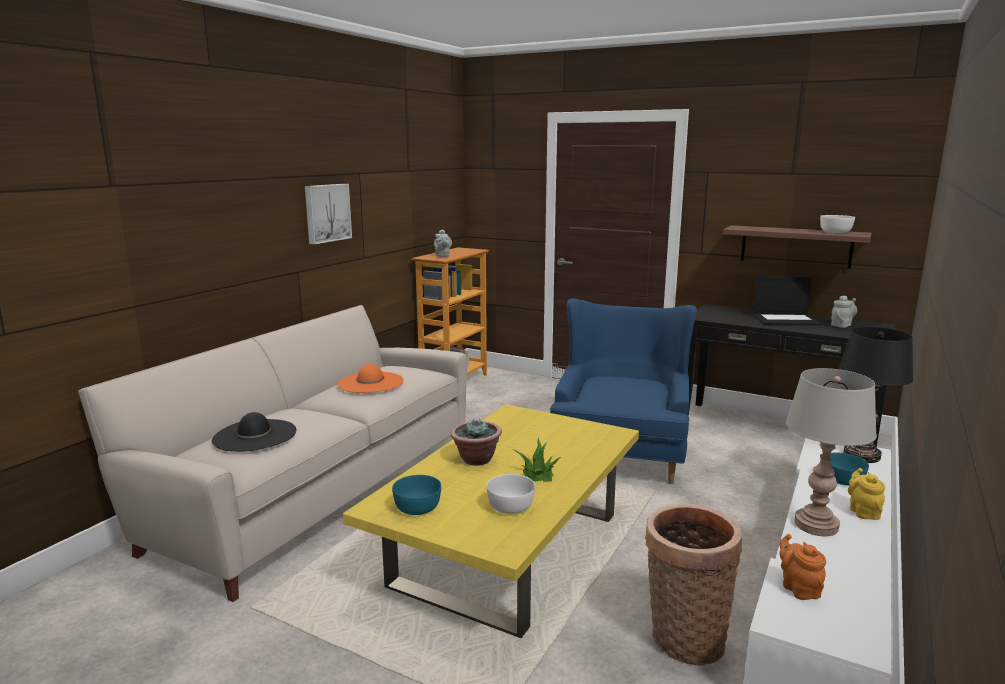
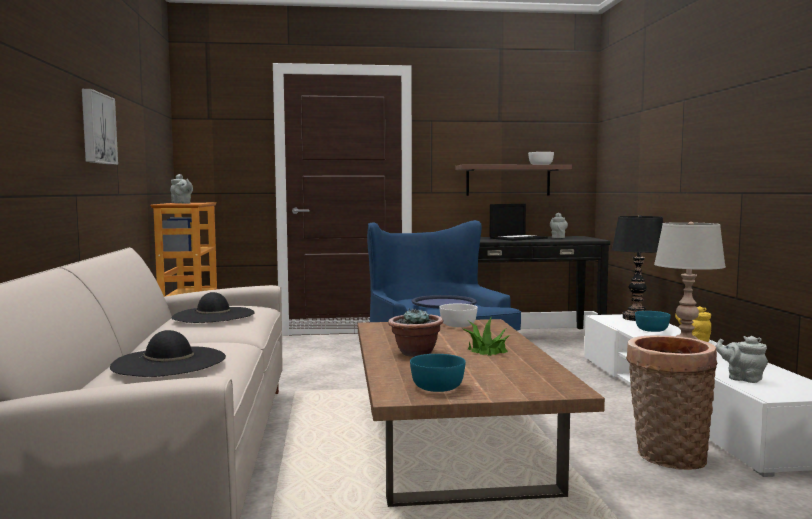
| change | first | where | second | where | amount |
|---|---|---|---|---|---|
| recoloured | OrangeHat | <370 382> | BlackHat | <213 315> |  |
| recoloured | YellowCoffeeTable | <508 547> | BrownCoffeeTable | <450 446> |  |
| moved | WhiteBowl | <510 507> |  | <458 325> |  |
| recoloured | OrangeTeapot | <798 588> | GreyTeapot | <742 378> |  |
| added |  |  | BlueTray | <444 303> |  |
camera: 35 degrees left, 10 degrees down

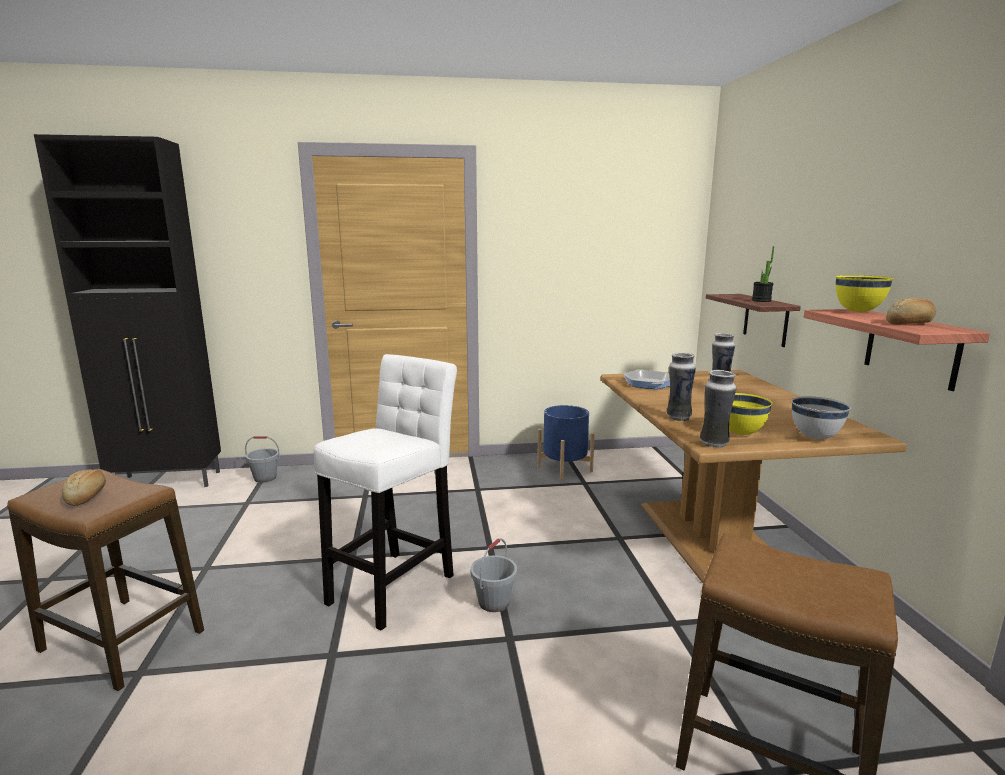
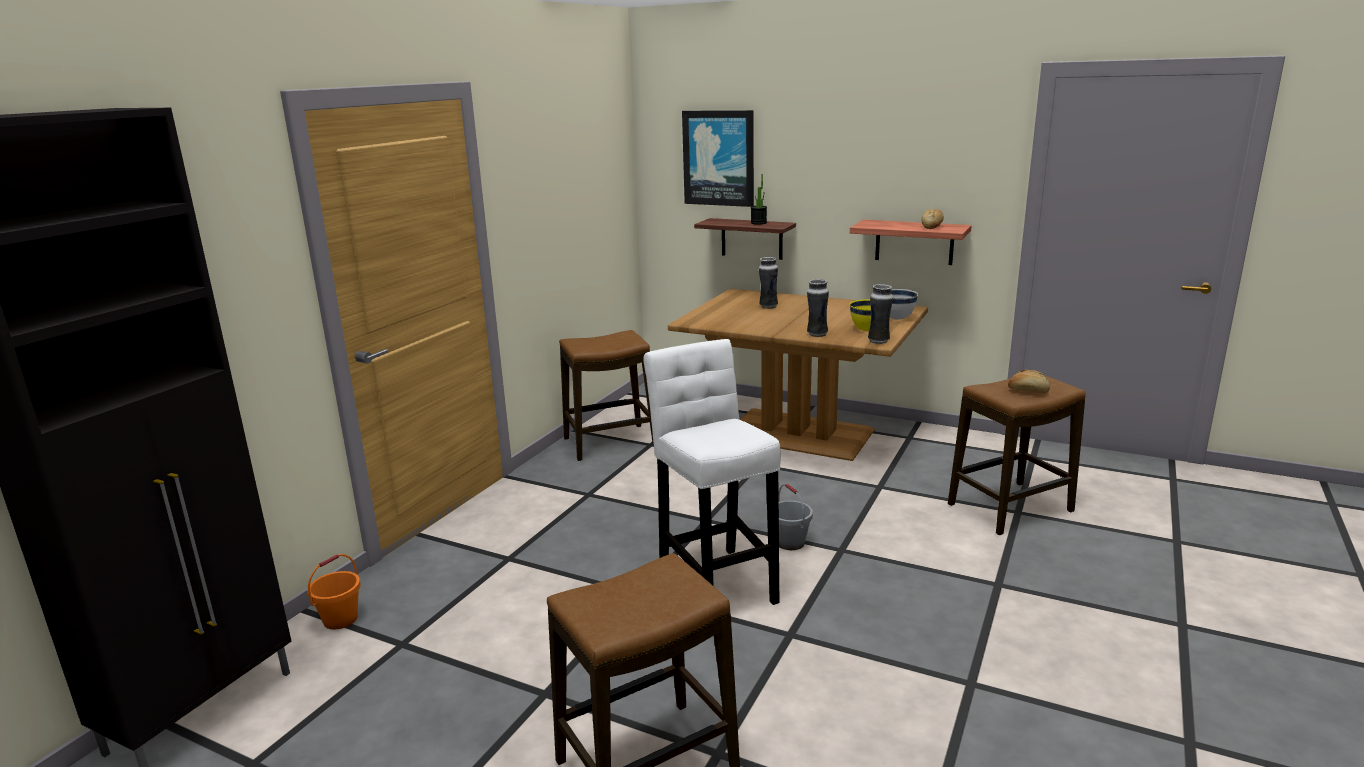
| change | first | where | second | where | amount |
|---|---|---|---|---|---|
| moved | Bread | <87 496> |  | <1028 390> |  |
| recoloured | GreyBucket | <265 478> | OrangeBucket | <340 619> |  |
| replaced | BluePlanter | <564 469> | Stool | <610 442> |  |
| removed | FryingPan | <648 383> |  |  |  |
| removed | YellowBowl | <858 311> |  |  |  |
| added |  |  | Picture | <718 158> |  |
camera: 55 degrees left, 5 degrees up

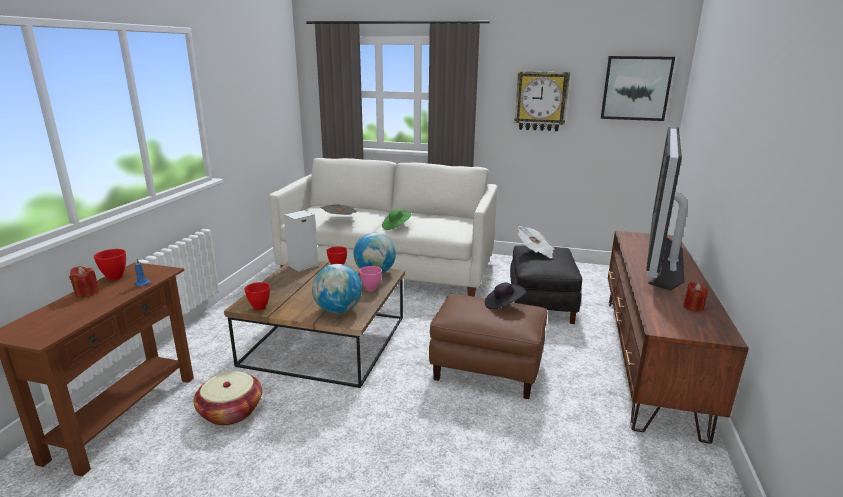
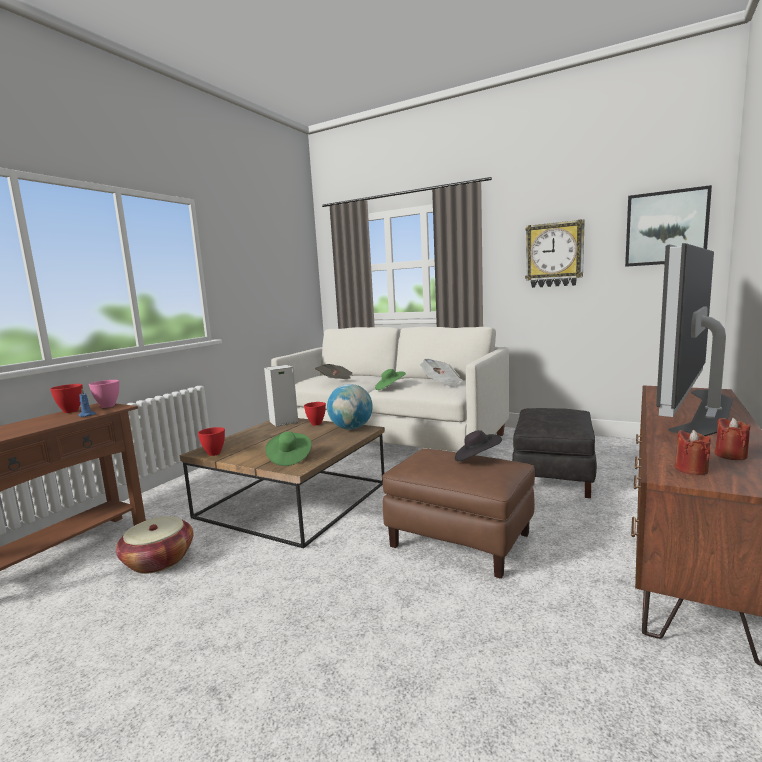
| change | first | where | second | where | amount |
|---|---|---|---|---|---|
| moved | RedCandle | <86 293> |  | <691 469> |  |
| replaced | Globe | <338 310> | GreenHat | <289 458> |  |
| moved | PinkBowl | <371 289> |  | <108 406> |  |
| moved | Newspaper | <535 252> |  | <441 383> |  |
camera: 15 degrees right, 10 degrees down

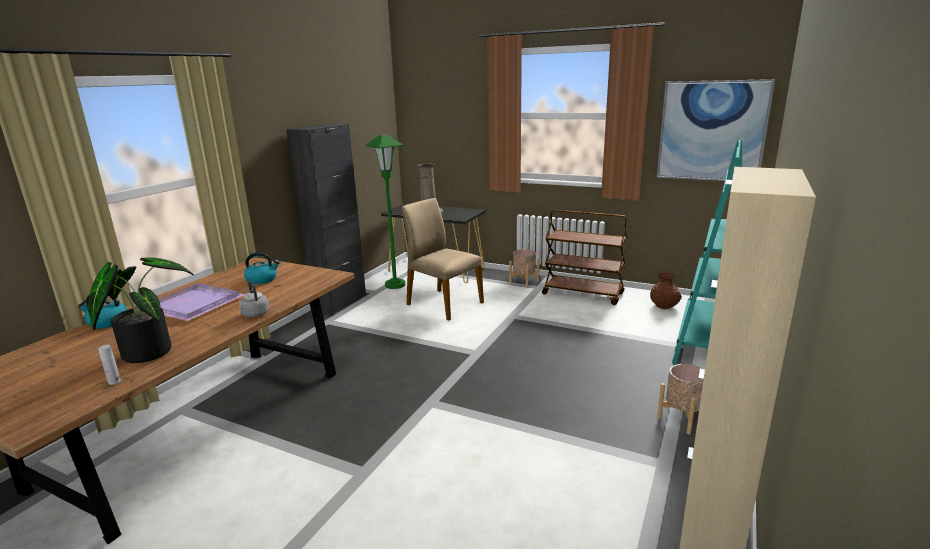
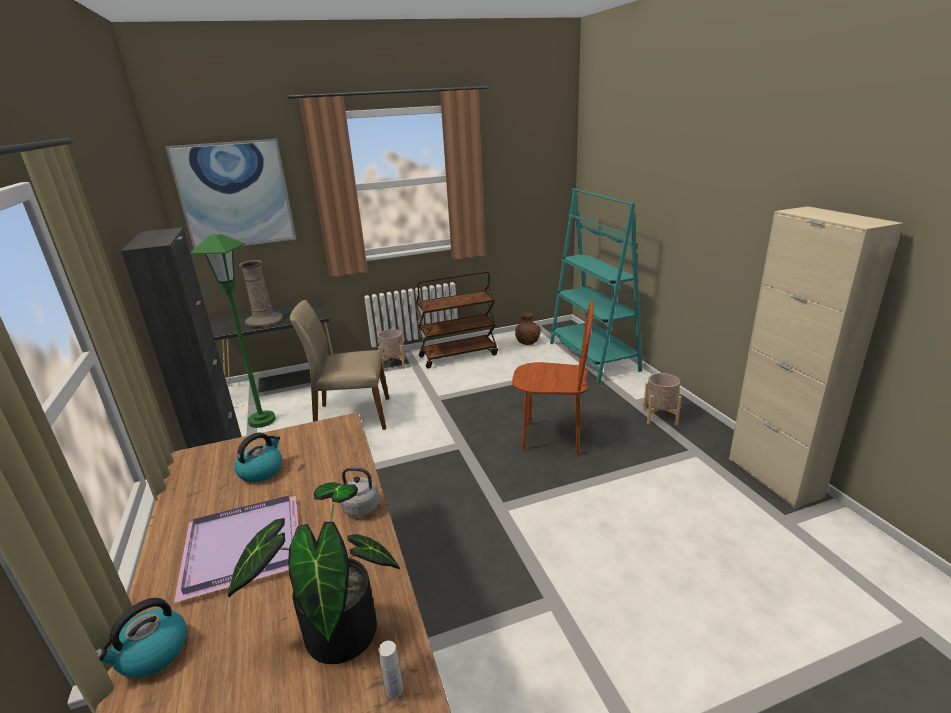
| change | first | where | second | where | amount |
|---|---|---|---|---|---|
| moved | Picture | <711 131> |  | <235 195> |  |
| added |  |  | BrownChair | <552 438> |  |
camera: 45 degrees left, 5 degrees up

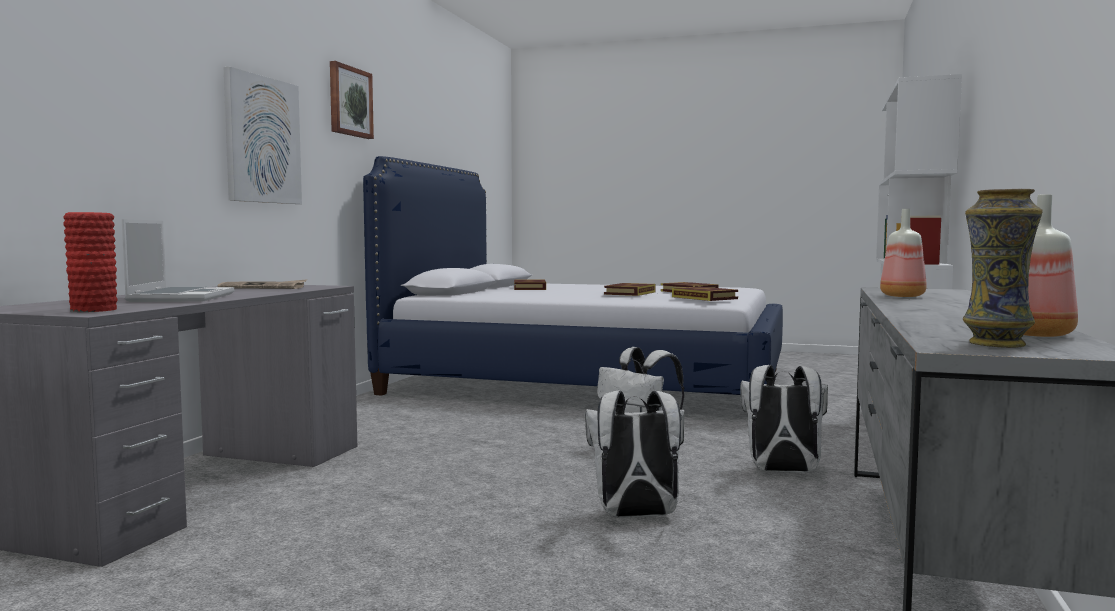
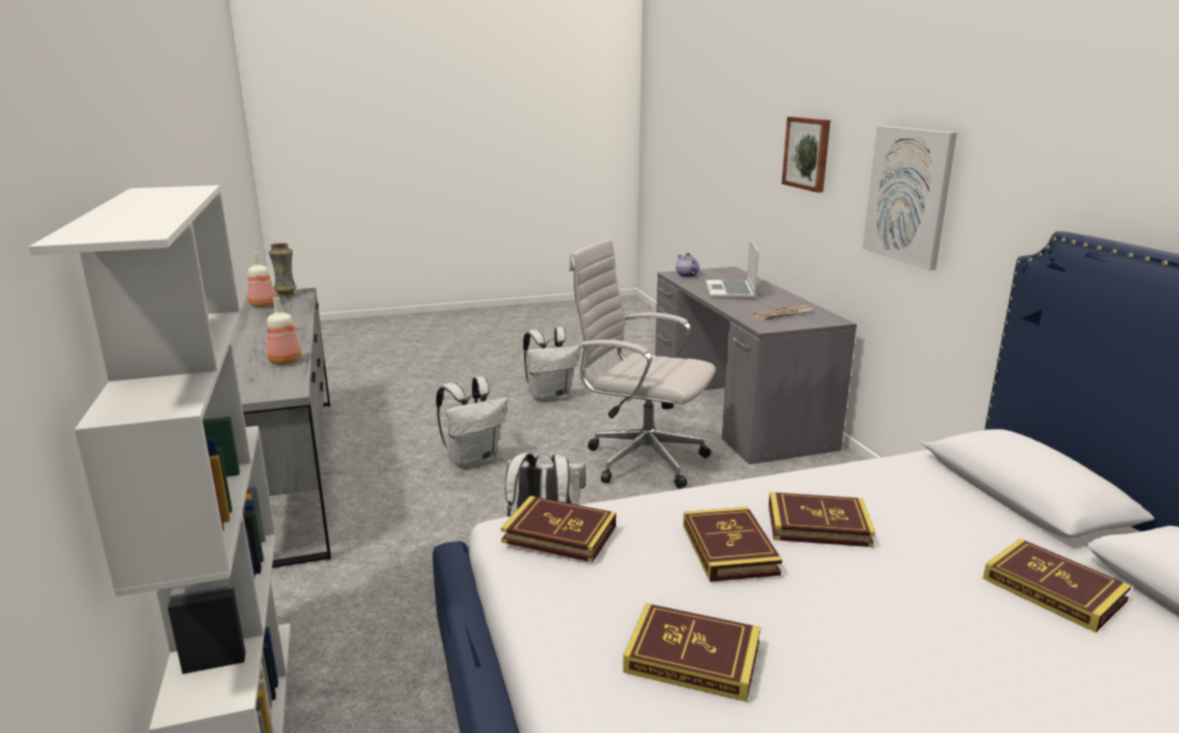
| change | first | where | second | where | amount |
|---|---|---|---|---|---|
| replaced | RedVase | <94 310> | Teapot | <686 275> |  |
| turned | Laptop | <181 297> |  | <731 291> | 45 degrees clockwise |
| moved | Picture | <349 101> |  | <807 153> |  |
| moved | WhiteBackpack | <782 472> |  | <550 396> |  |
| added |  |  | WhiteOfficeChair | <640 459> |  |
| added |  |  | Book | <818 525> |  |
camera: 145 degrees right, 15 degrees up

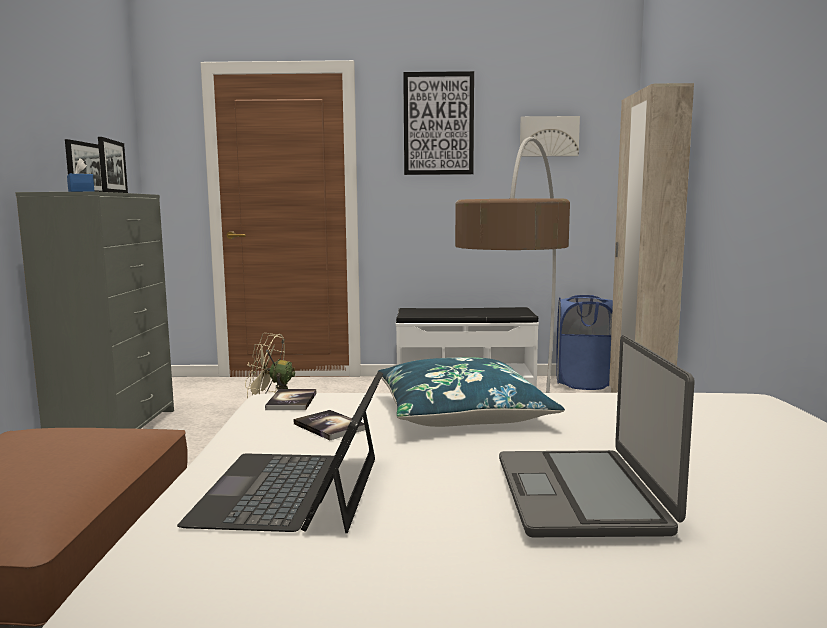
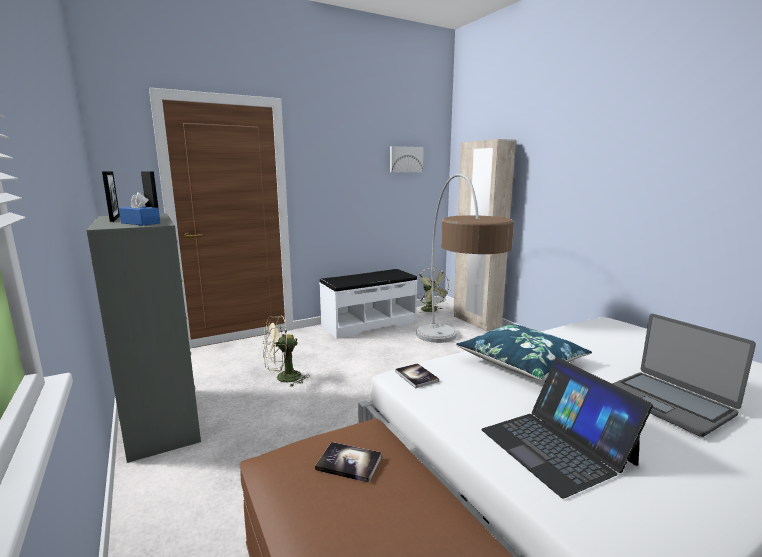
| change | first | where | second | where | amount |
|---|---|---|---|---|---|
| moved | Book | <330 426> |  | <349 463> |  |
| removed | Picture | <438 124> |  |  |  |
| replaced | BlueLaundryBasket | <584 383> | GreenFan | <431 311> |  |
camera: 30 degrees left, 5 degrees up

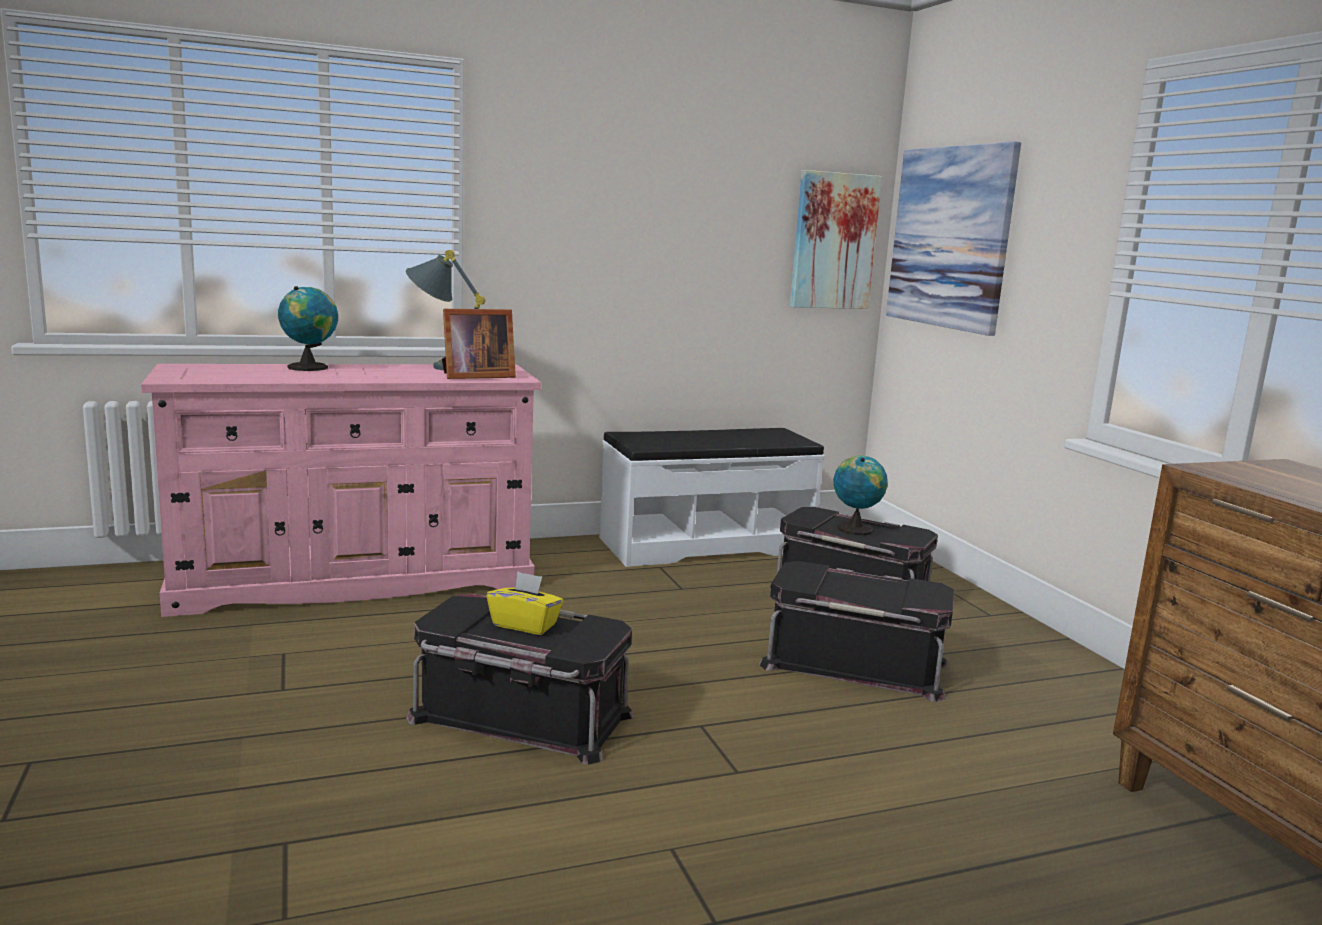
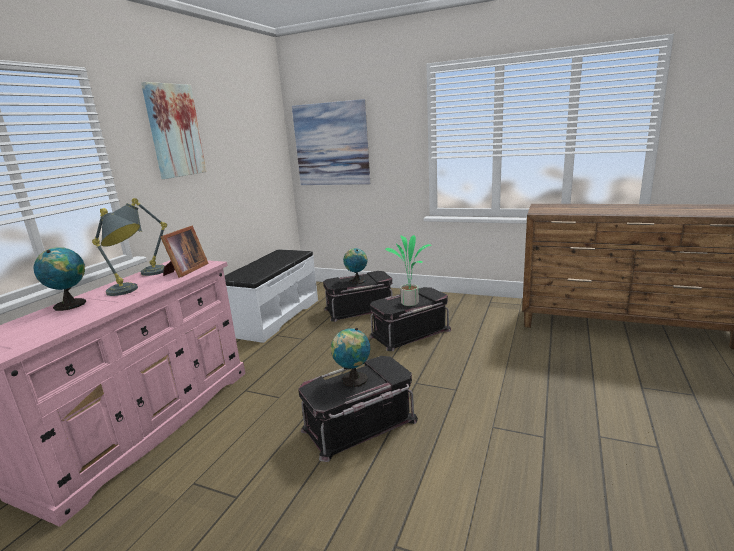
| change | first | where | second | where | amount |
|---|---|---|---|---|---|
| replaced | YellowTissueBox | <525 625> | Globe | <353 380> |  |
| moved | Picture | <833 241> |  | <174 131> |  |
| added |  |  | GreyTableLamp | <129 291> |  |
| added |  |  | PottedPlant | <410 302> |  |
camera: 45 degrees left, 5 degrees up

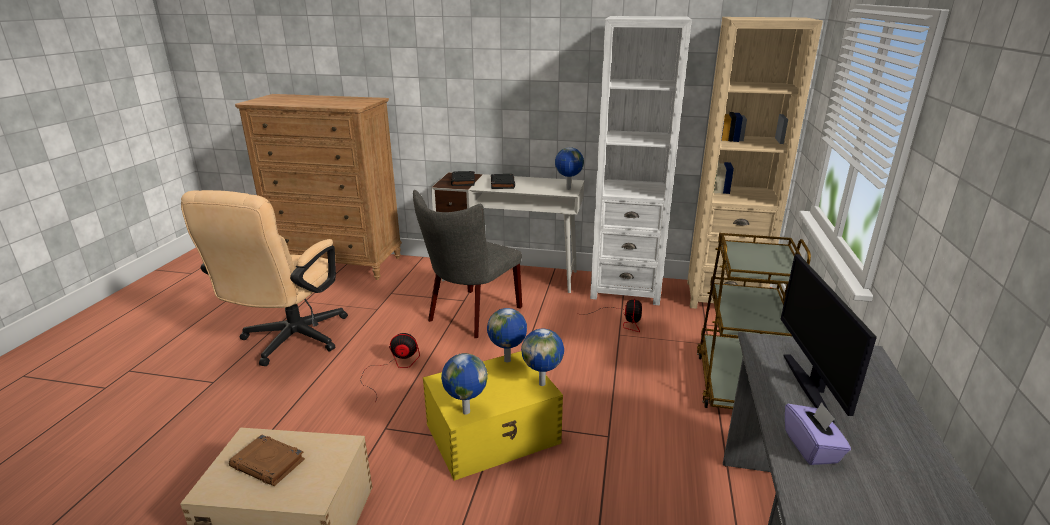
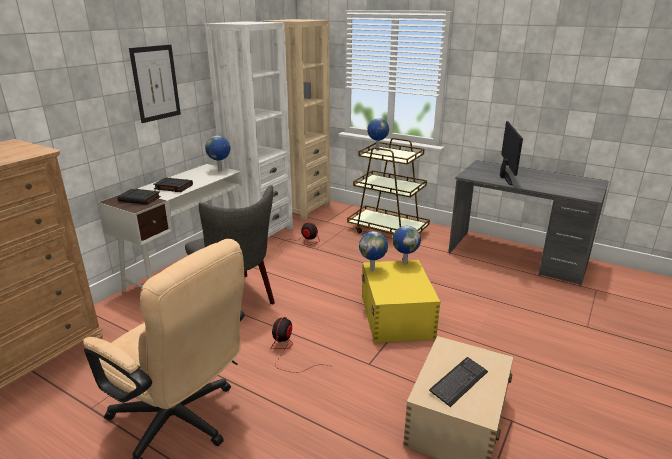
| change | first | where | second | where | amount |
|---|---|---|---|---|---|
| replaced | BrownBook | <269 464> | Keyboard | <458 382> |  |
| moved | Globe | <465 411> |  | <377 150> |  |
| turned | Monitor | <810 386> |  | <504 177> | 105 degrees counterclockwise |
| removed | PurpleTissueBox | <811 447> |  |  |  |
| added |  |  | Picture | <155 83> |  |
camera: 70 degrees left, 0 degrees up

